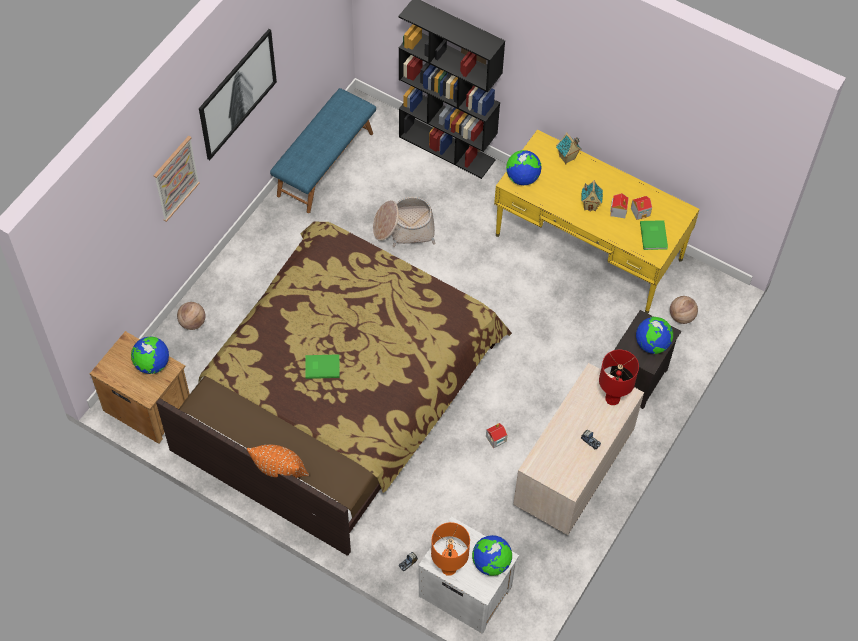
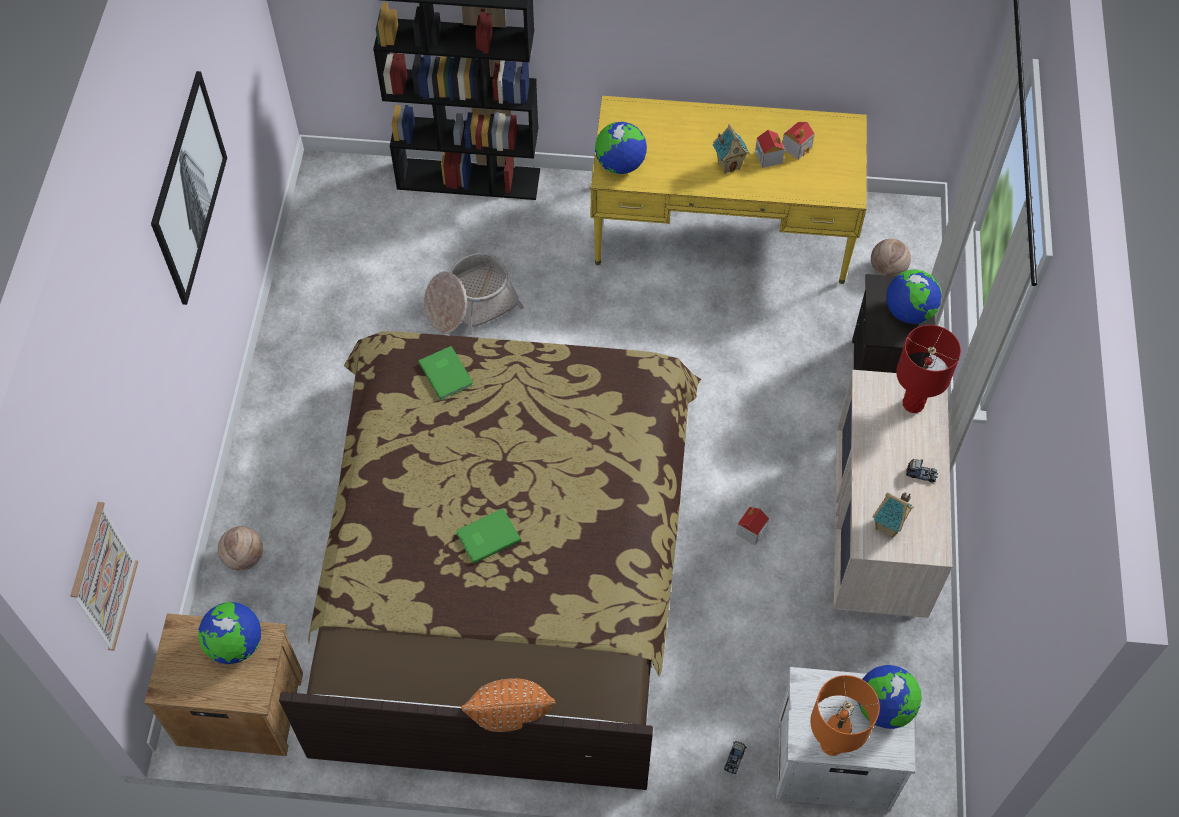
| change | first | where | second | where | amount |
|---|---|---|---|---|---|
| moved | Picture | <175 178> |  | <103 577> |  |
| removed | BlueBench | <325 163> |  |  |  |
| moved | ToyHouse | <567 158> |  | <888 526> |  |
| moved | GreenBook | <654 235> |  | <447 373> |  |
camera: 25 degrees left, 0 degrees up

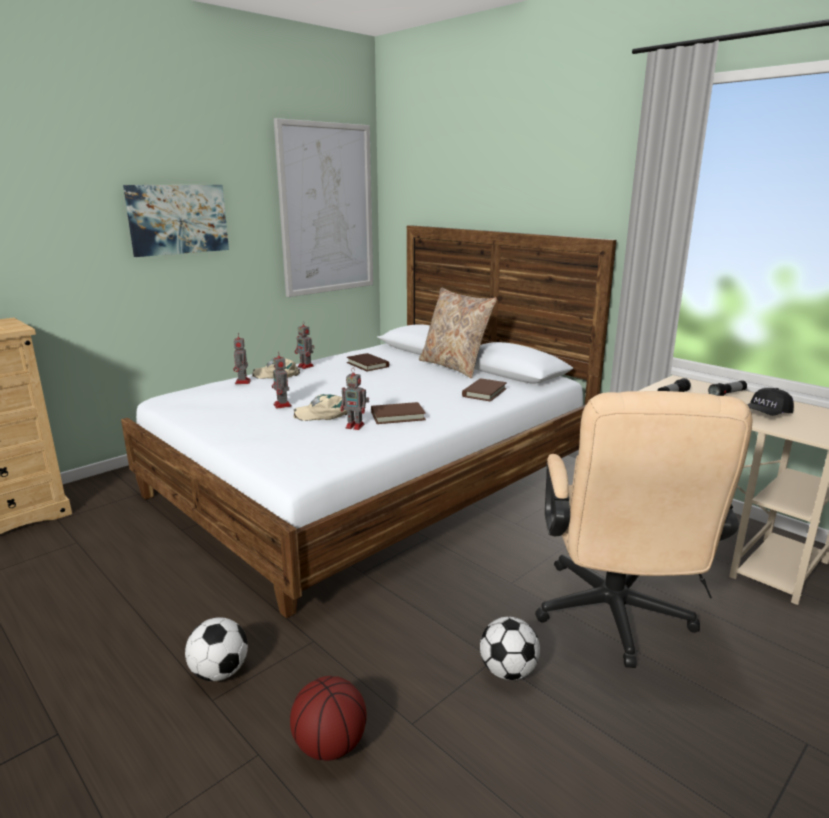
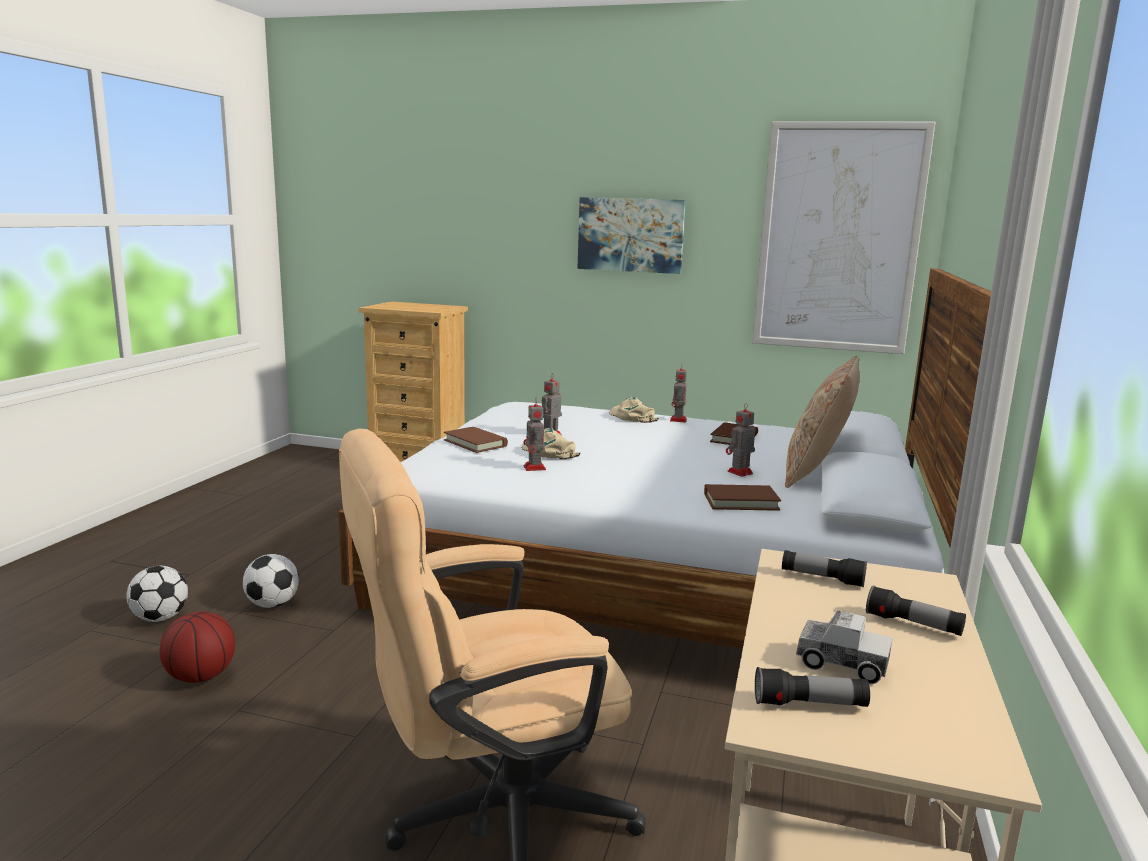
| change | first | where | second | where | amount |
|---|---|---|---|---|---|
| moved | ToyRobot | <242 382> |  | <739 472> |  |
| moved | BrownBook | <397 416> |  | <475 443> |  |
| moved | Football | <508 671> |  | <160 618> |  |
| replaced | BlackCap | <766 414> | ToyTruck | <841 664> |  |
| added |  |  | Flashlight | <809 704> |  |
camera: 60 degrees right, 5 degrees down

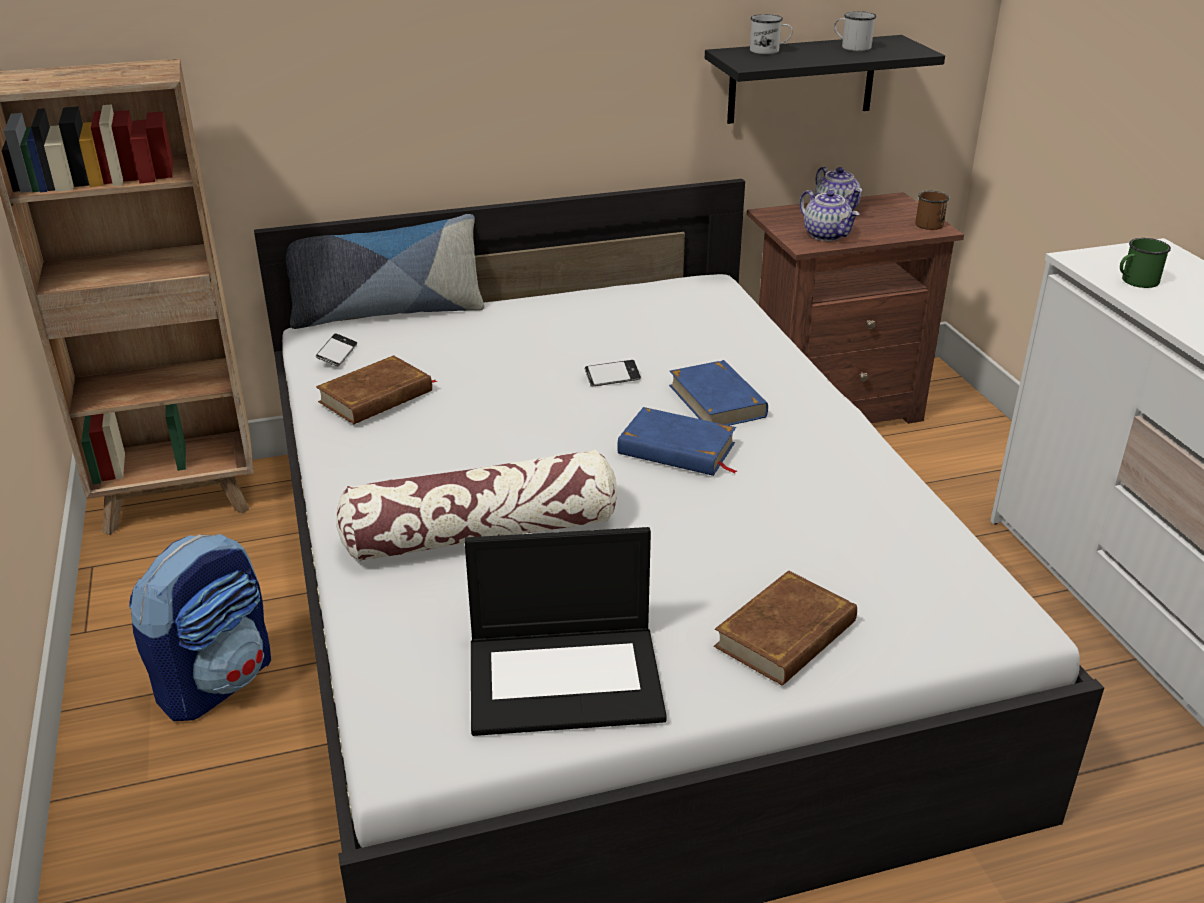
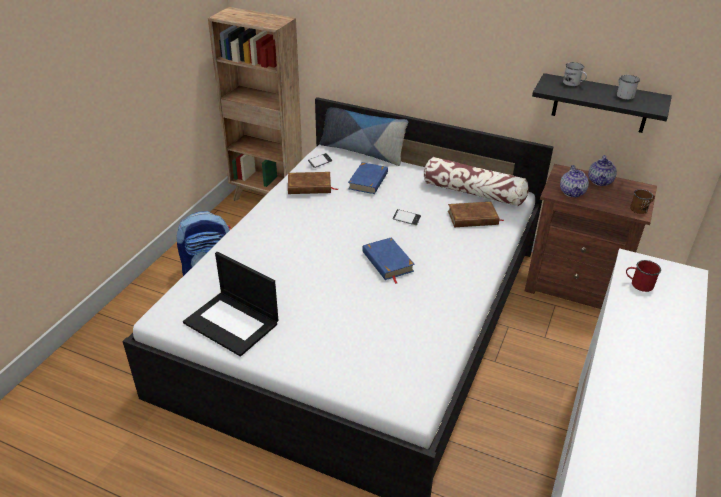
| change | first | where | second | where | amount |
|---|---|---|---|---|---|
| moved | Pillow | <482 533> |  | <473 192> |  |
| moved | BlueBook | <717 400> |  | <368 181> |  |
| moved | BrownBook | <786 635> |  | <473 218> |  |
| recoloured | GreenMug | <1135 282> | RedMug | <638 284> |  |
camera: 40 degrees right, 5 degrees up

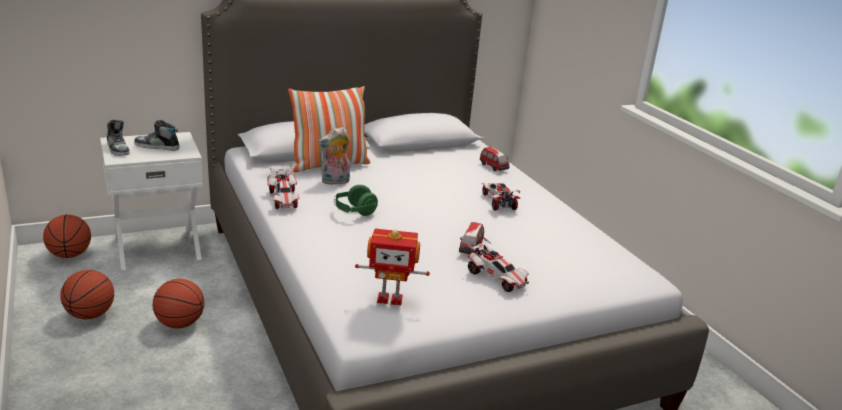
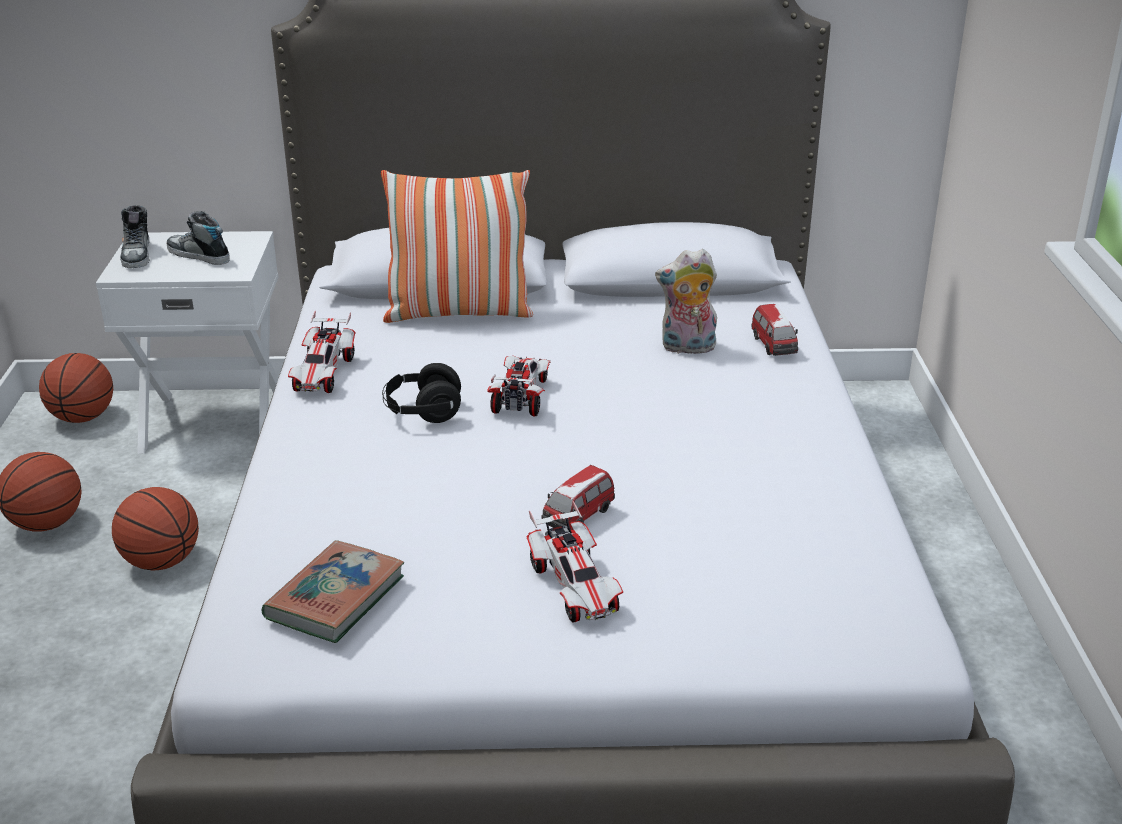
| change | first | where | second | where | amount |
|---|---|---|---|---|---|
| moved | PlushToy | <335 182> |  | <687 348> |  |
| recoloured | GreenHeadphones | <354 212> | BlackHeadphones | <423 412> |  |
| replaced | ToyRobot | <390 298> | Book | <335 598> |  |
| moved | ToyCar | <498 202> |  | <521 397> |  |
camera: 25 degrees right, 5 degrees up

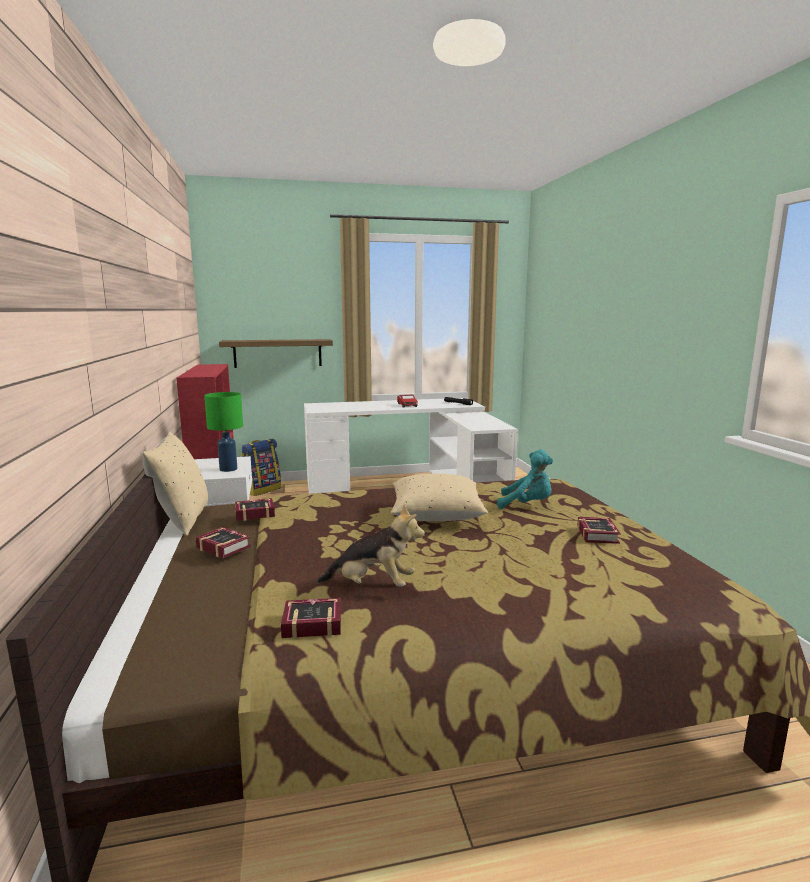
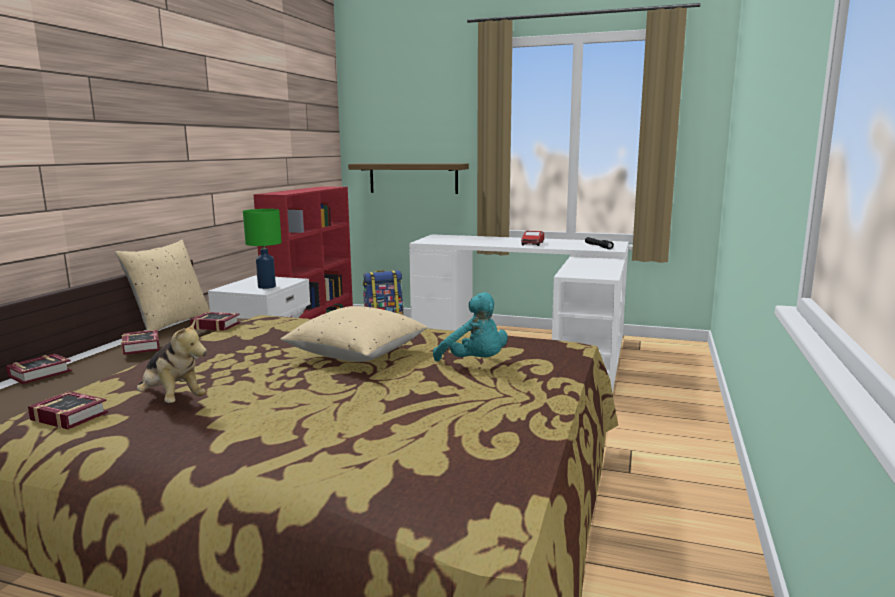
| change | first | where | second | where | amount |
|---|---|---|---|---|---|
| moved | Book | <598 534> |  | <43 373> |  |
camera: 30 degrees right, 0 degrees up

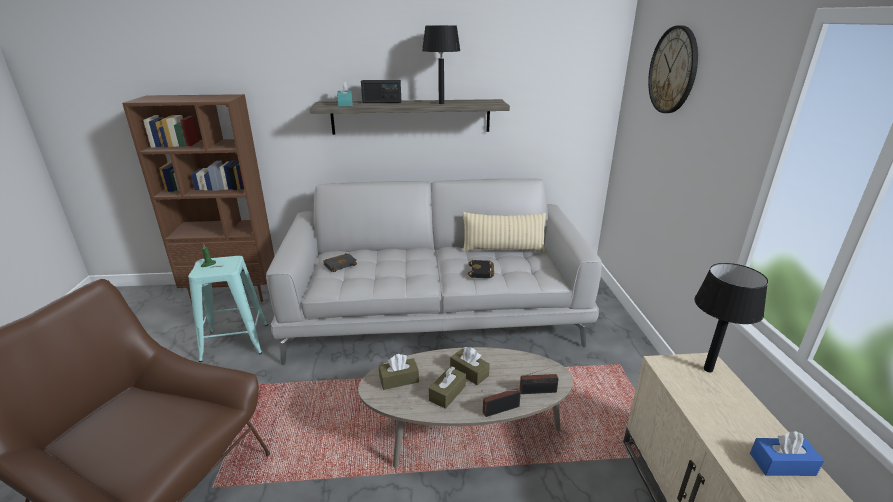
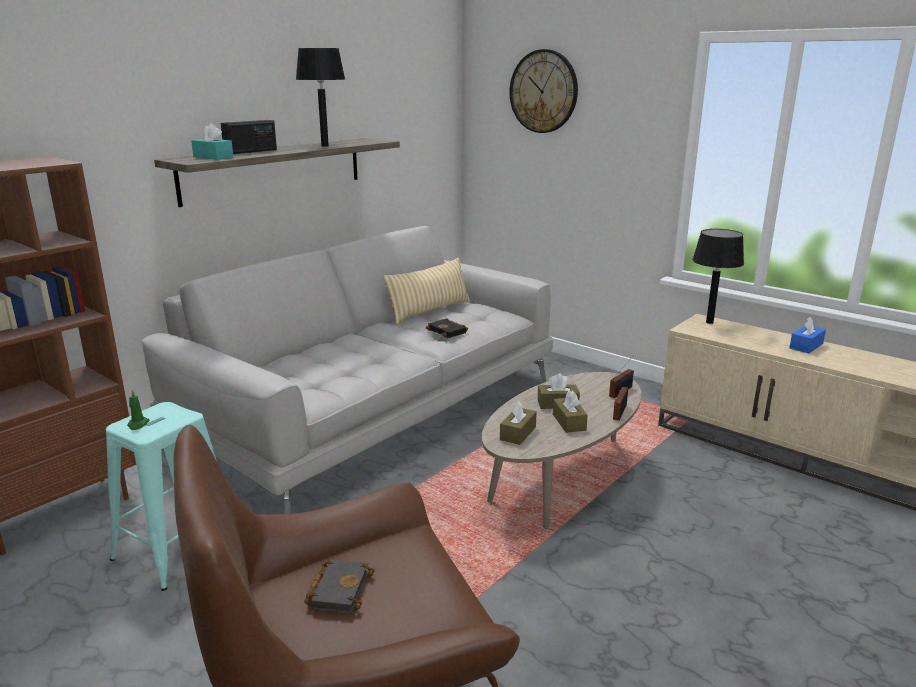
| change | first | where | second | where | amount |
|---|---|---|---|---|---|
| moved | BlackBook | <340 264> |  | <338 589> |  |
camera: 45 degrees left, 5 degrees down

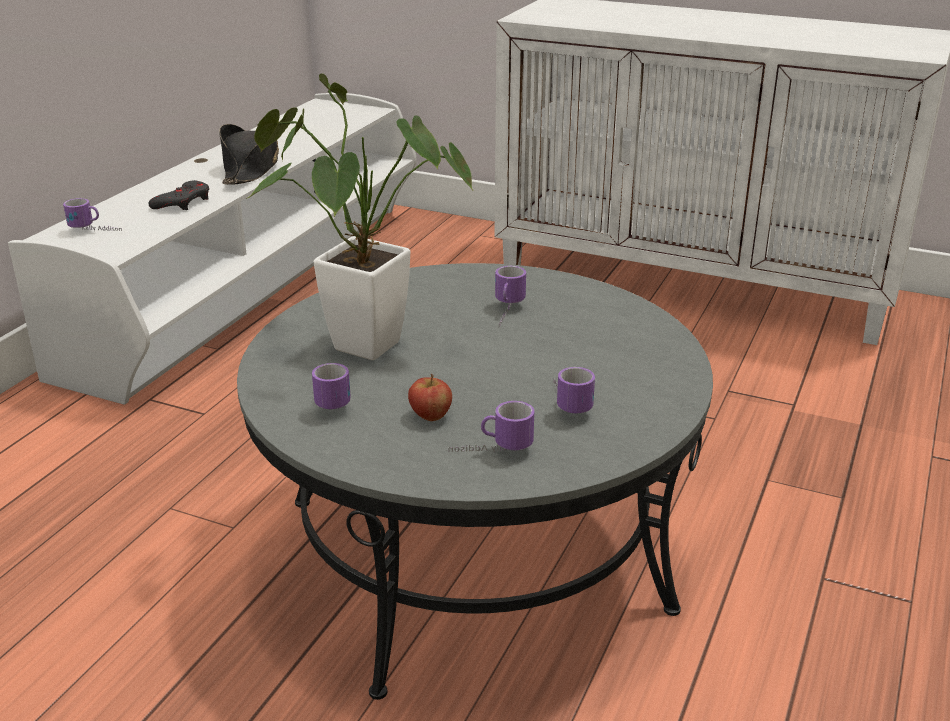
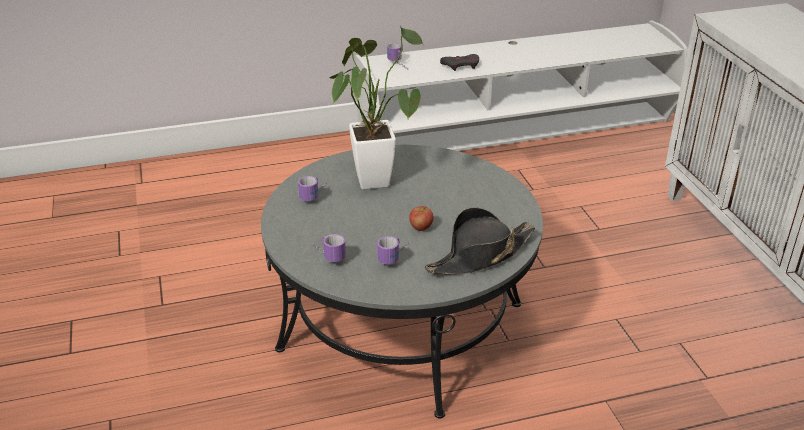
| change | first | where | second | where | amount |
|---|---|---|---|---|---|
| moved | BlackHat | <251 168> |  | <480 255> |  |
| moved | Apple | <430 416> |  | <421 227> |  |
| removed | Mug | <505 314> |  |  |  |
camera: 50 degrees right, 5 degrees up

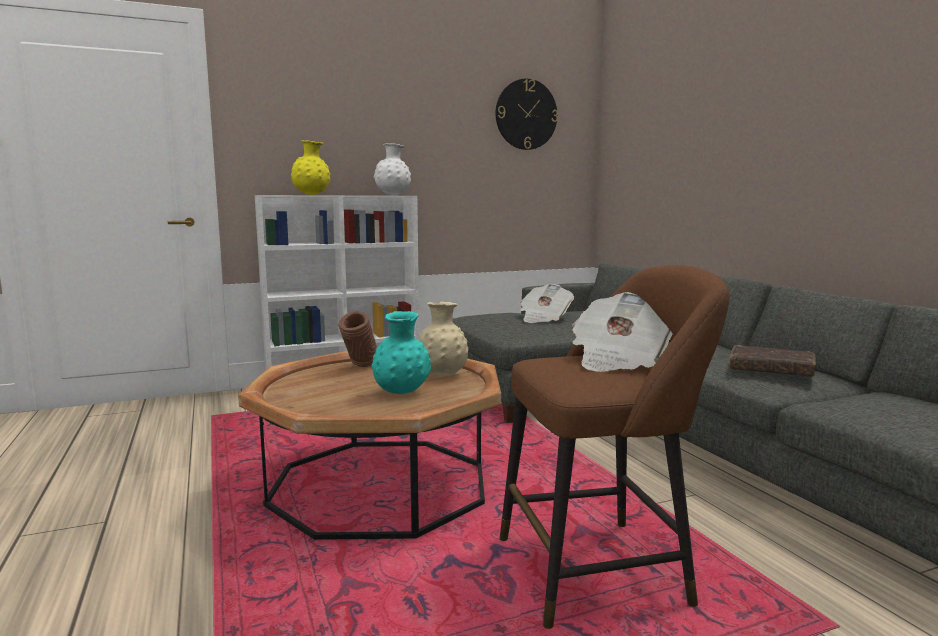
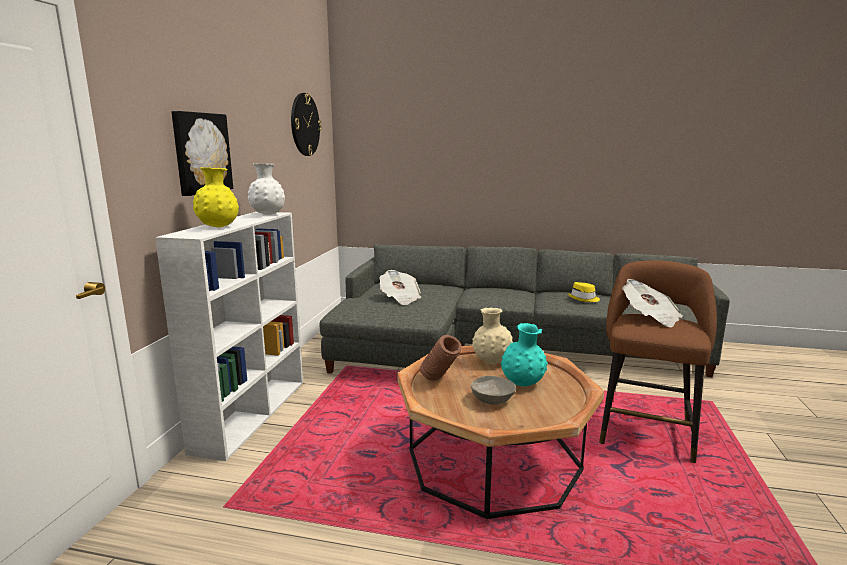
| change | first | where | second | where | amount |
|---|---|---|---|---|---|
| replaced | BrownBook | <771 370> | YellowHat | <584 299> |  |
| added |  |  | Picture | <201 153> |  |
| added |  |  | GreyBowl | <492 400> |  |
camera: 55 degrees left, 5 degrees up

